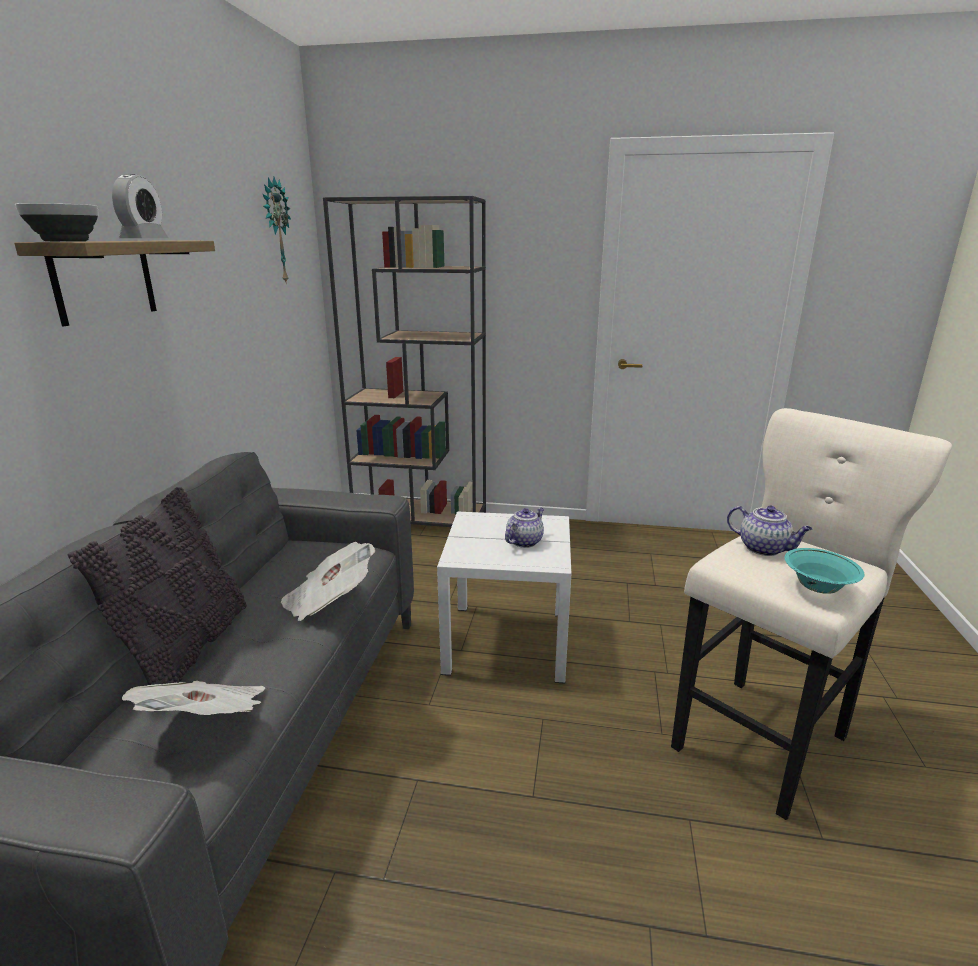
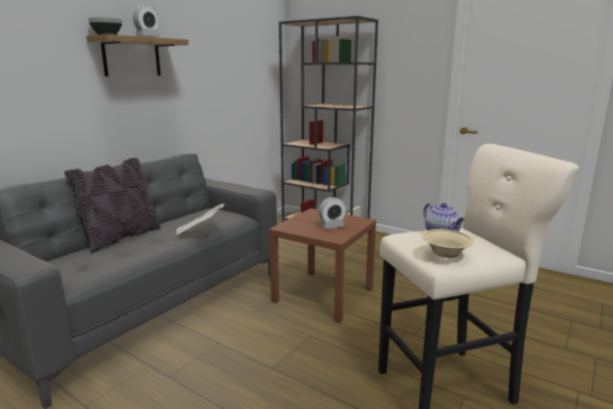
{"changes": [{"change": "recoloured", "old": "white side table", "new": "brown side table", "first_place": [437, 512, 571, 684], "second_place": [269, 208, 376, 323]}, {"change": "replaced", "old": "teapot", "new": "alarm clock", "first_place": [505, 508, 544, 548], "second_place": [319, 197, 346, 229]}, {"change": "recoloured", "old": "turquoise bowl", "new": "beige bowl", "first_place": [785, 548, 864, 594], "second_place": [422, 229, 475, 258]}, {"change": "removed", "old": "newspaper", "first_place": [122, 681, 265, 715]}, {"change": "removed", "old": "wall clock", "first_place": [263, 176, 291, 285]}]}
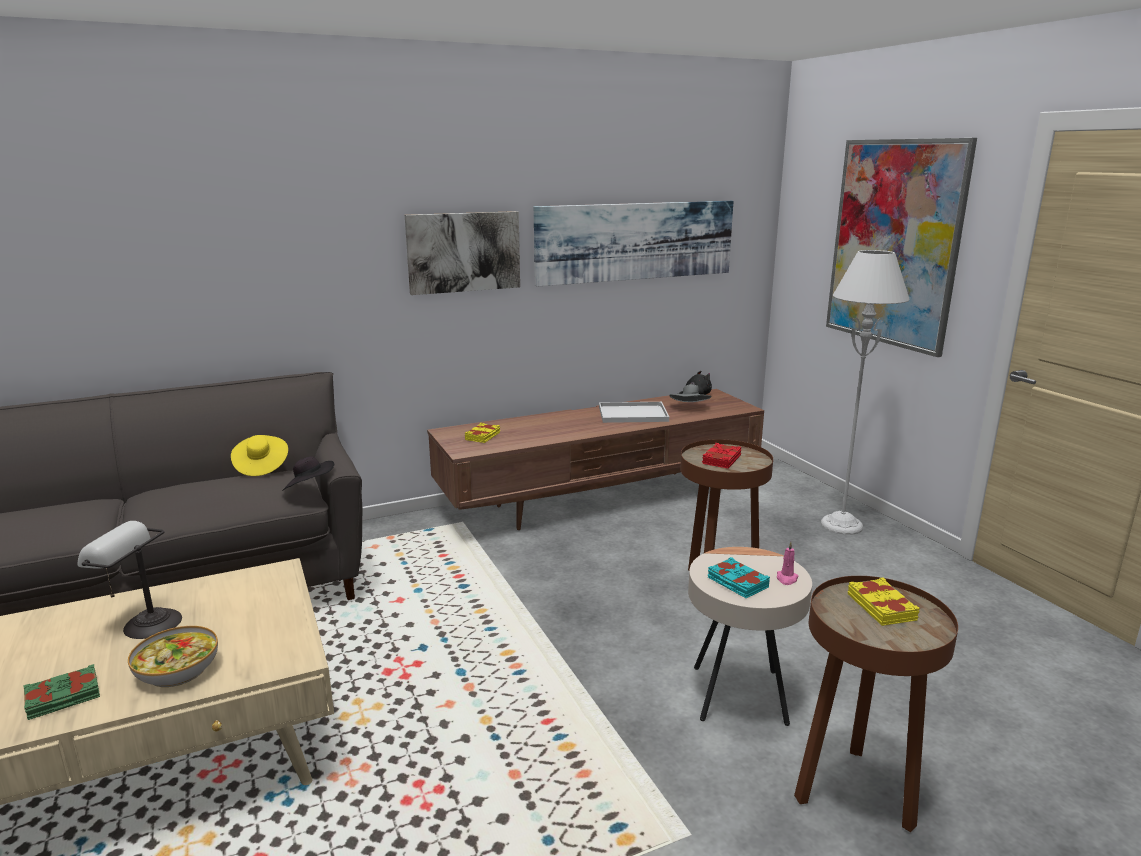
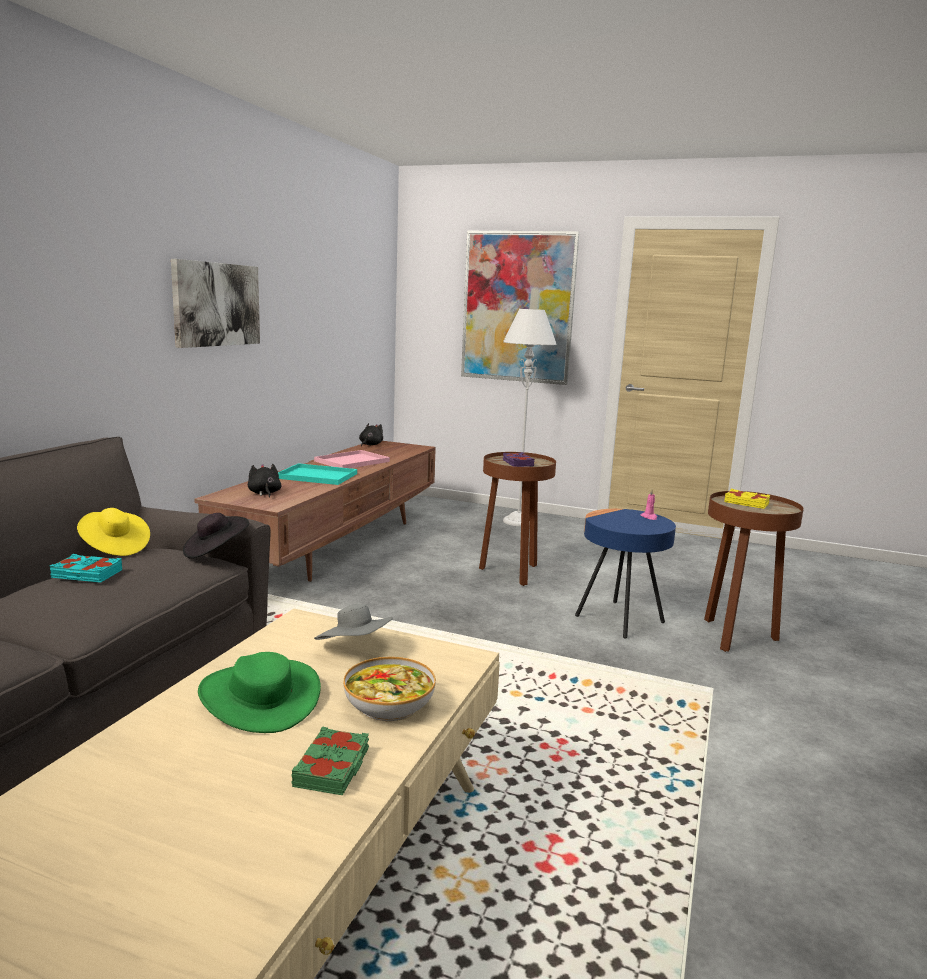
{"changes": [{"change": "moved", "old": "turquoise book", "first_place": [708, 557, 770, 598], "second_place": [50, 554, 122, 583]}, {"change": "replaced", "old": "table lamp", "new": "green hat", "first_place": [77, 521, 182, 639], "second_place": [198, 652, 321, 733]}, {"change": "replaced", "old": "yellow book", "new": "black plush toy", "first_place": [465, 423, 500, 443], "second_place": [248, 464, 282, 498]}, {"change": "added", "new": "turquoise tray", "second_place": [278, 463, 357, 485]}, {"change": "recoloured", "old": "white tray", "new": "pink tray", "first_place": [599, 402, 669, 423], "second_place": [314, 450, 390, 468]}, {"change": "moved", "old": "grey hat", "first_place": [669, 384, 711, 402], "second_place": [314, 604, 393, 640]}, {"change": "recoloured", "old": "red book", "new": "purple book", "first_place": [702, 443, 741, 469], "second_place": [503, 452, 534, 467]}, {"change": "recoloured", "old": "beige side table", "new": "blue side table", "first_place": [688, 547, 812, 726], "second_place": [575, 509, 676, 639]}, {"change": "removed", "old": "picture", "first_place": [534, 201, 733, 287]}]}
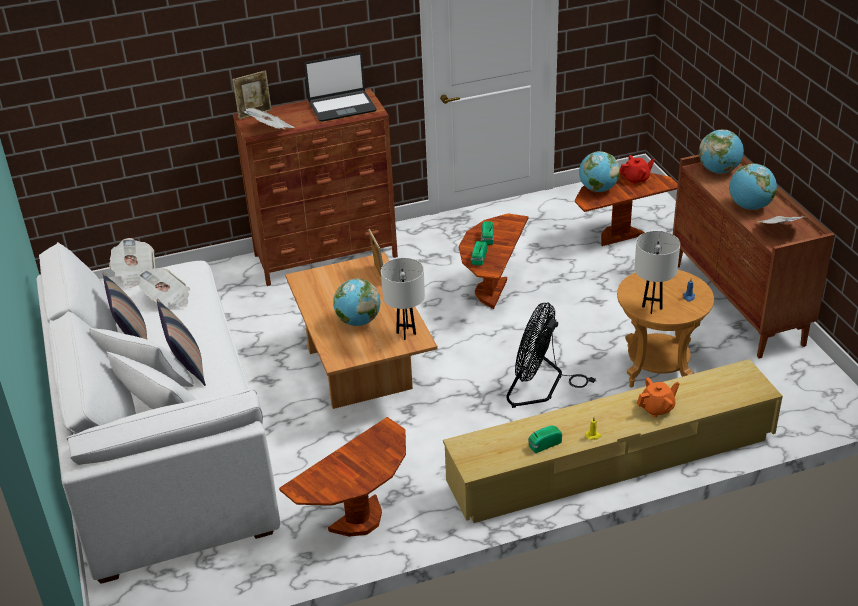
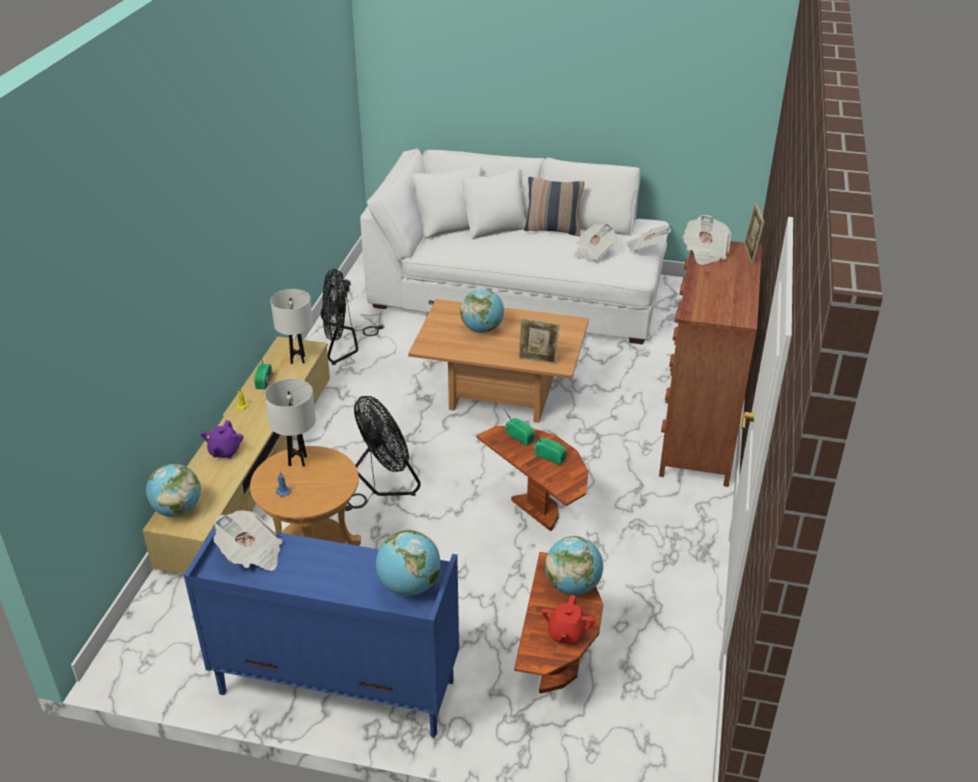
{"changes": [{"change": "moved", "old": "globe", "first_place": [729, 164, 777, 210], "second_place": [146, 464, 201, 517]}, {"change": "recoloured", "old": "brown cabinet", "new": "blue cabinet", "first_place": [673, 155, 835, 358], "second_place": [184, 526, 459, 738]}, {"change": "recoloured", "old": "orange teapot", "new": "purple teapot", "first_place": [637, 377, 680, 417], "second_place": [200, 420, 243, 459]}, {"change": "moved", "old": "white table lamp", "first_place": [381, 258, 425, 340], "second_place": [271, 289, 313, 364]}, {"change": "replaced", "old": "brown side table", "new": "black fan", "first_place": [279, 417, 406, 537], "second_place": [321, 269, 385, 365]}, {"change": "removed", "old": "pillow", "first_place": [157, 298, 206, 386]}, {"change": "removed", "old": "laptop", "first_place": [304, 52, 377, 122]}]}
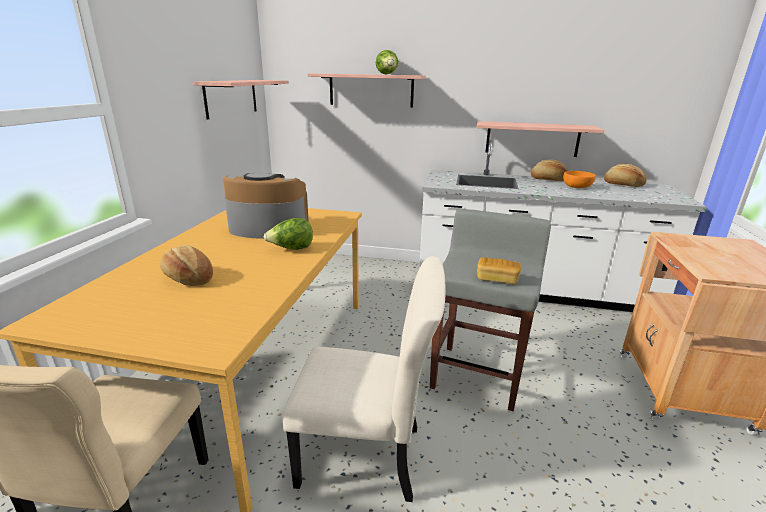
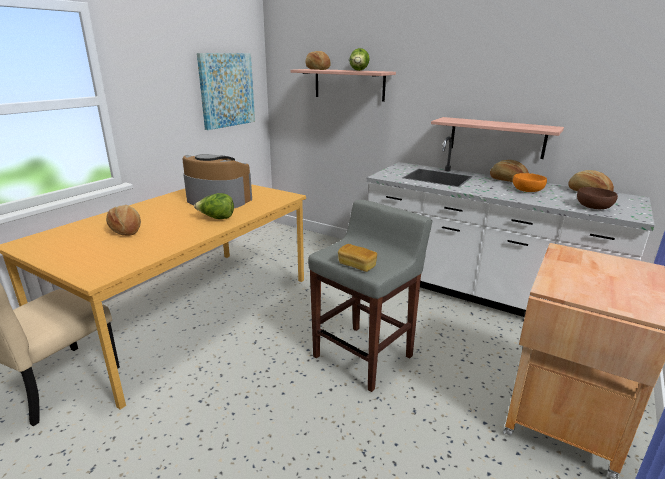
{"changes": [{"change": "replaced", "old": "shelf", "new": "picture", "first_place": [193, 80, 289, 119], "second_place": [197, 53, 255, 130]}, {"change": "added", "new": "bread", "second_place": [305, 51, 331, 70]}, {"change": "added", "new": "brown bowl", "second_place": [577, 187, 618, 209]}, {"change": "removed", "old": "beige chair", "first_place": [283, 256, 446, 502]}]}
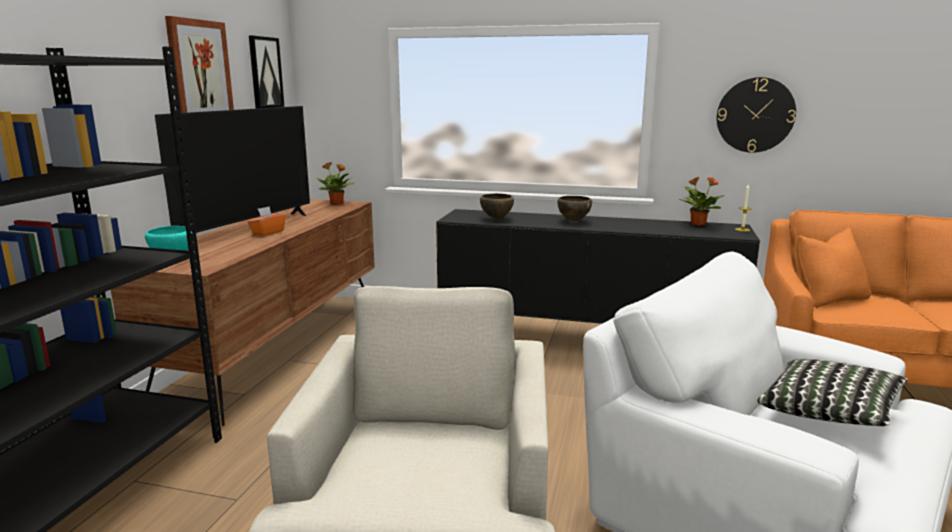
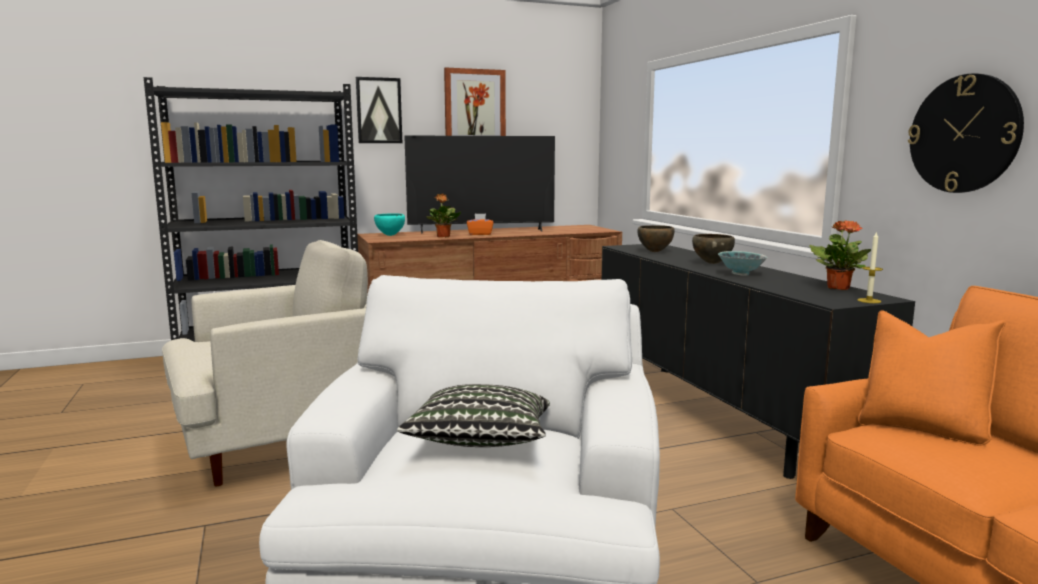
{"changes": [{"change": "moved", "old": "picture", "first_place": [249, 36, 284, 109], "second_place": [356, 77, 402, 143]}, {"change": "moved", "old": "potted plant", "first_place": [316, 162, 354, 205], "second_place": [426, 194, 461, 237]}, {"change": "added", "new": "bowl", "second_place": [718, 251, 767, 276]}]}
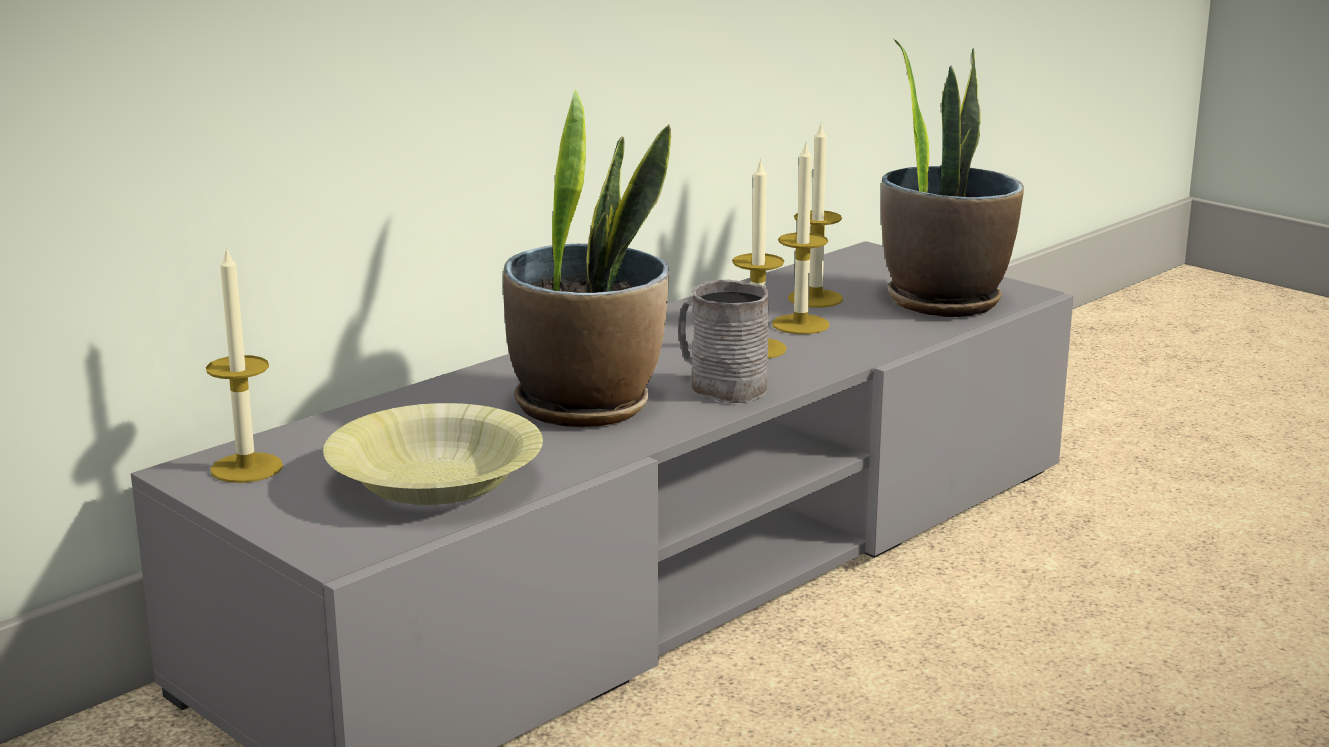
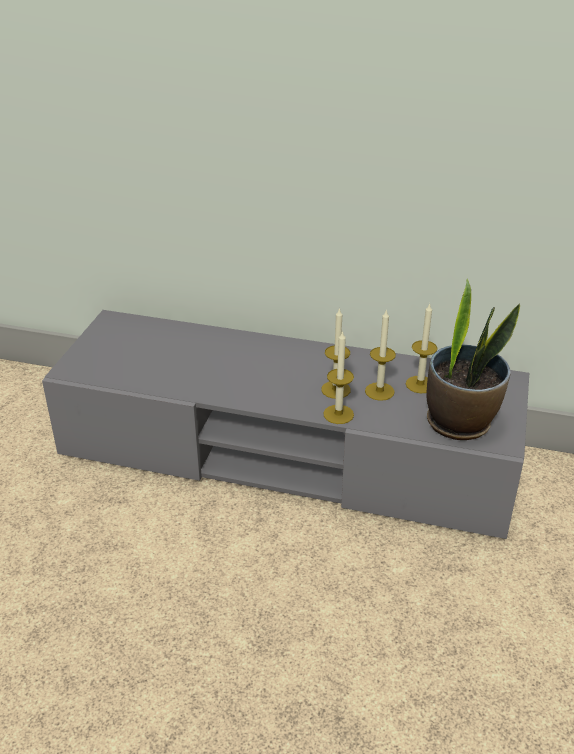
{"changes": [{"change": "moved", "old": "candle", "first_place": [206, 246, 283, 483], "second_place": [323, 330, 354, 424]}, {"change": "removed", "old": "yellow bowl", "first_place": [323, 403, 543, 505]}, {"change": "removed", "old": "potted plant", "first_place": [503, 89, 671, 427]}, {"change": "removed", "old": "grey mug", "first_place": [678, 280, 769, 403]}]}
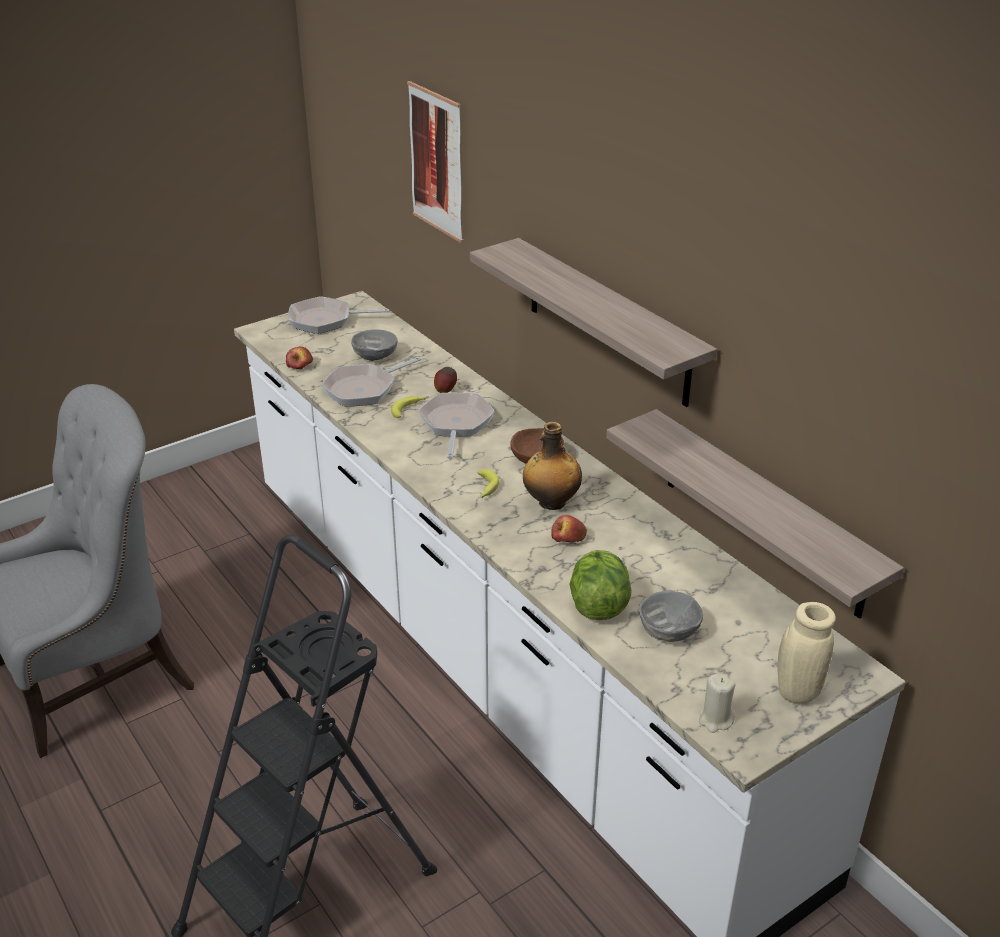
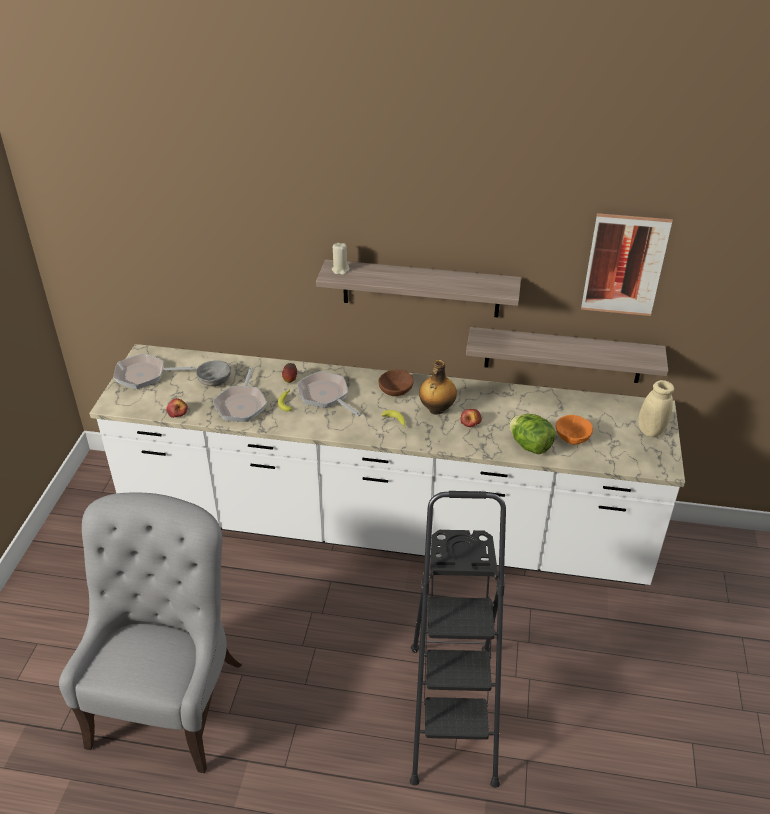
{"changes": [{"change": "turned", "old": "frying pan", "first_place": [288, 296, 389, 334], "second_place": [114, 354, 195, 389], "degrees": 45}, {"change": "moved", "old": "beige candle", "first_place": [699, 674, 736, 733], "second_place": [332, 243, 350, 275]}, {"change": "recoloured", "old": "grey bowl", "new": "orange bowl", "first_place": [639, 591, 703, 642], "second_place": [556, 415, 593, 445]}, {"change": "moved", "old": "picture", "first_place": [407, 81, 463, 243], "second_place": [581, 213, 673, 316]}]}
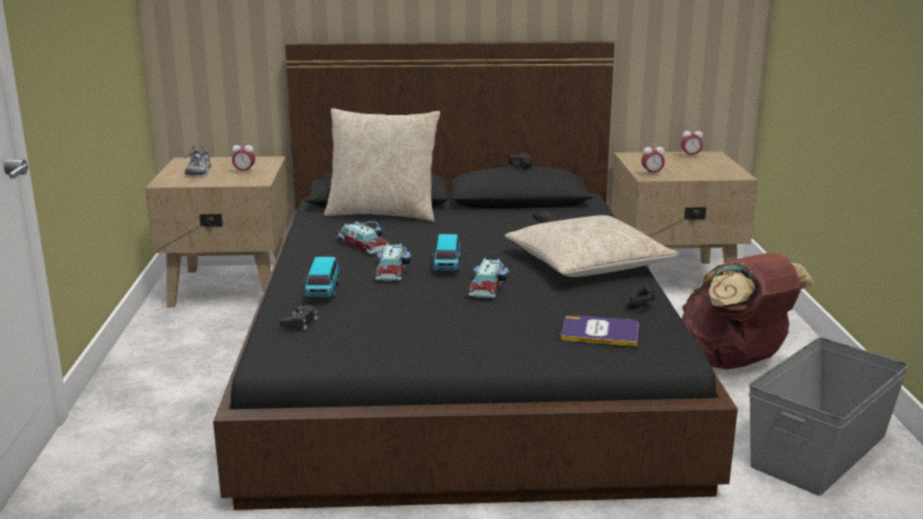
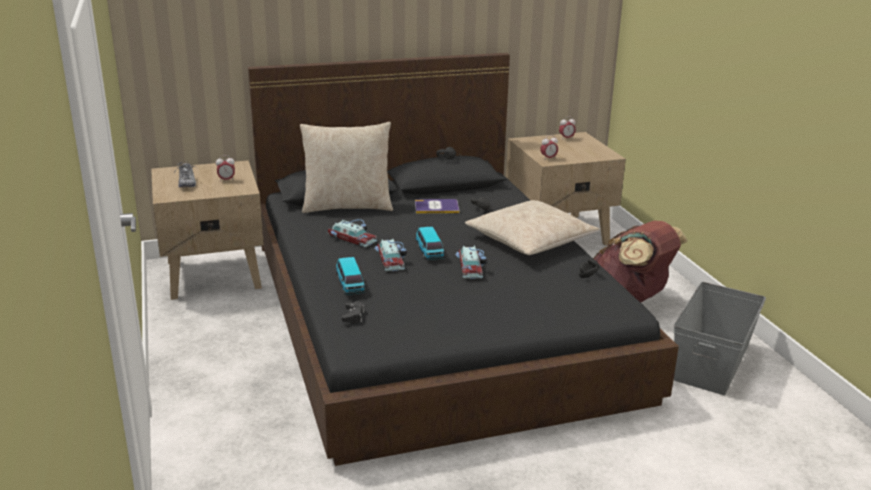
{"changes": [{"change": "moved", "old": "book", "first_place": [561, 315, 639, 346], "second_place": [415, 199, 459, 214]}]}
